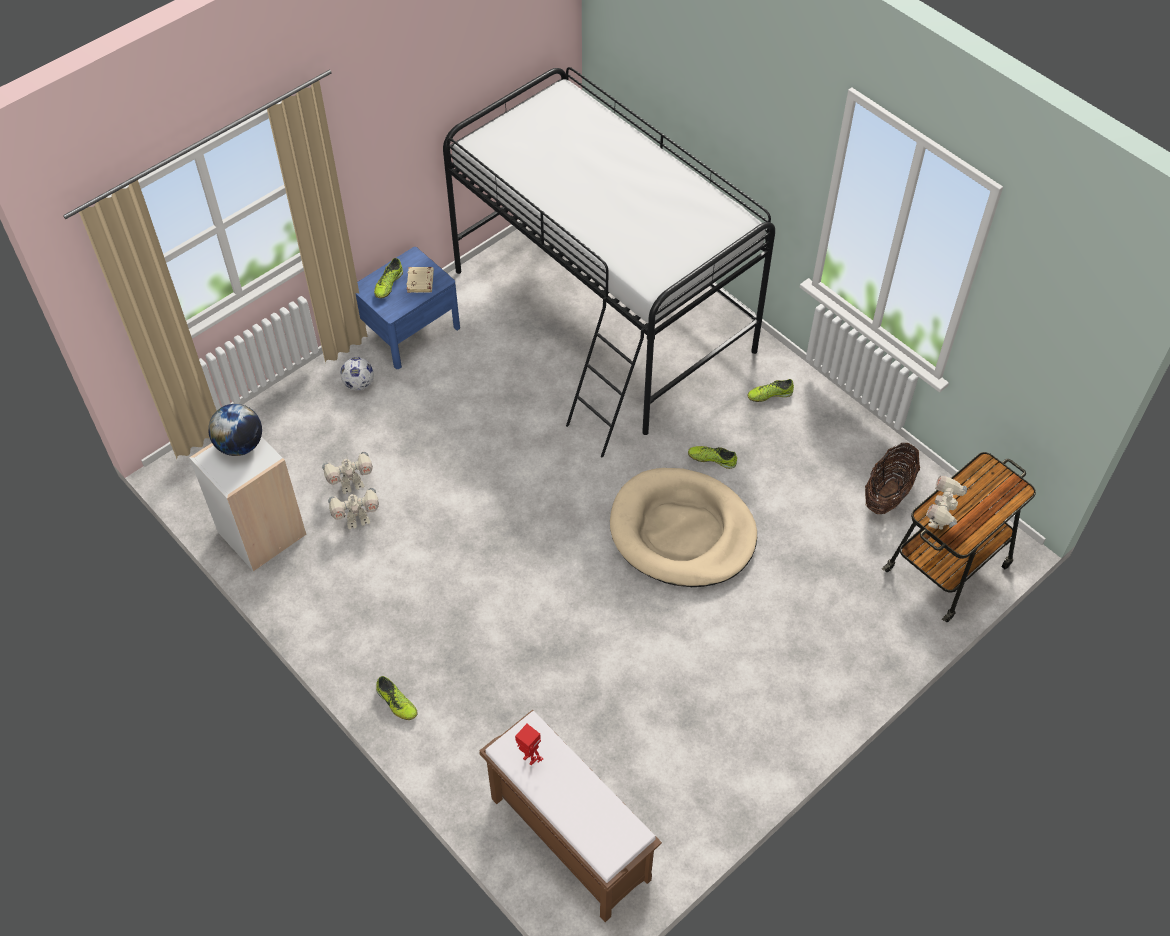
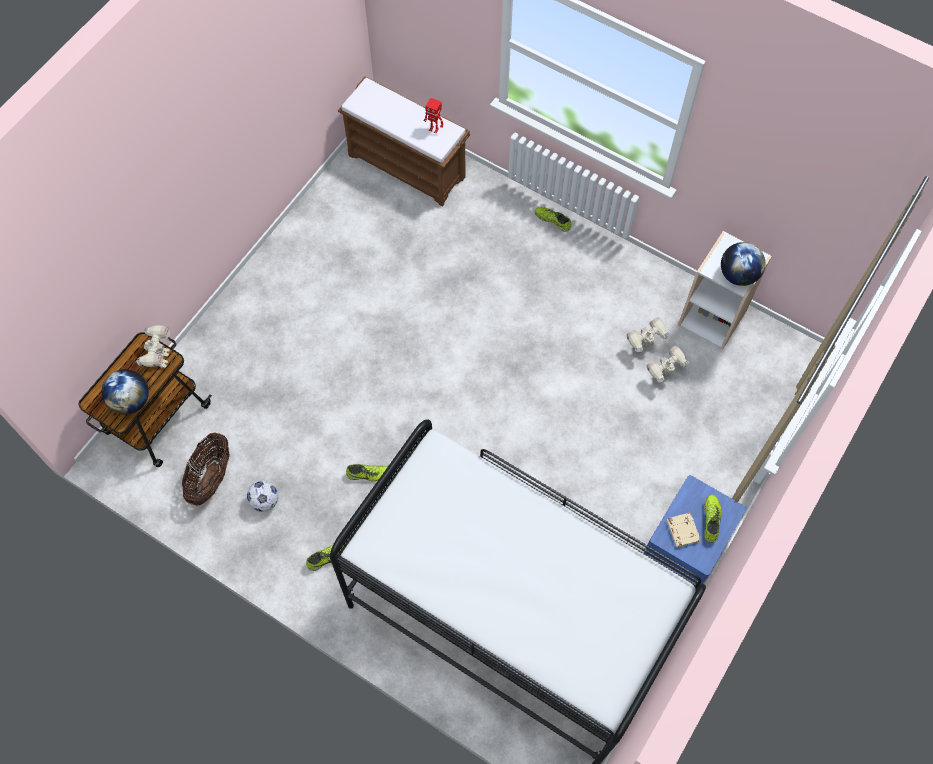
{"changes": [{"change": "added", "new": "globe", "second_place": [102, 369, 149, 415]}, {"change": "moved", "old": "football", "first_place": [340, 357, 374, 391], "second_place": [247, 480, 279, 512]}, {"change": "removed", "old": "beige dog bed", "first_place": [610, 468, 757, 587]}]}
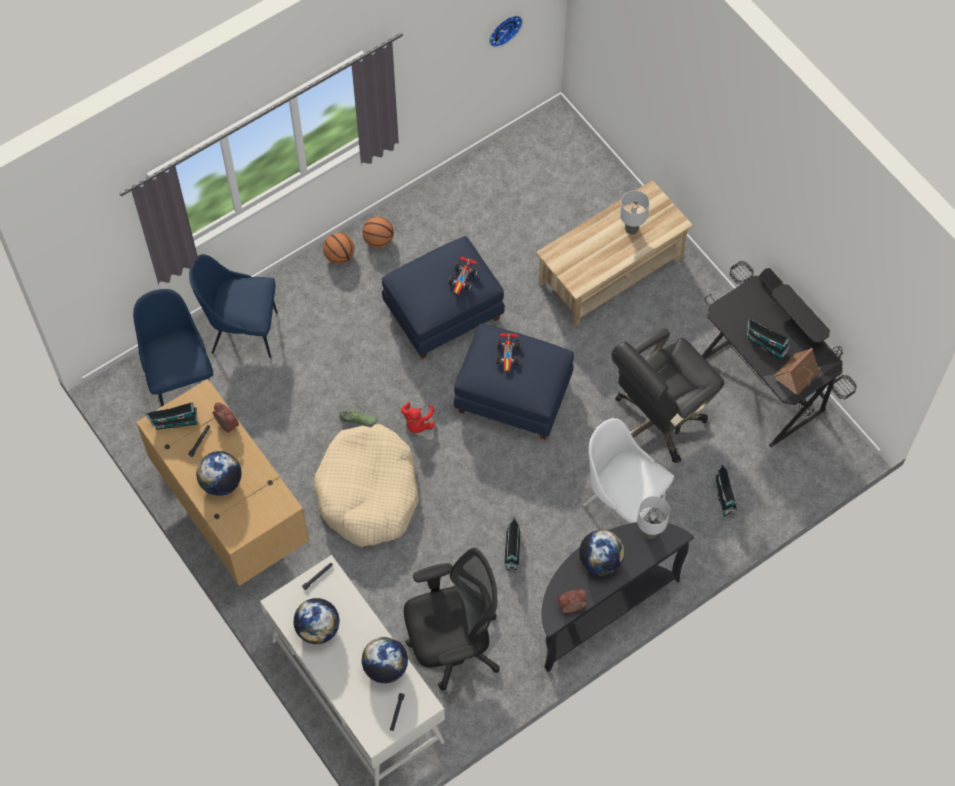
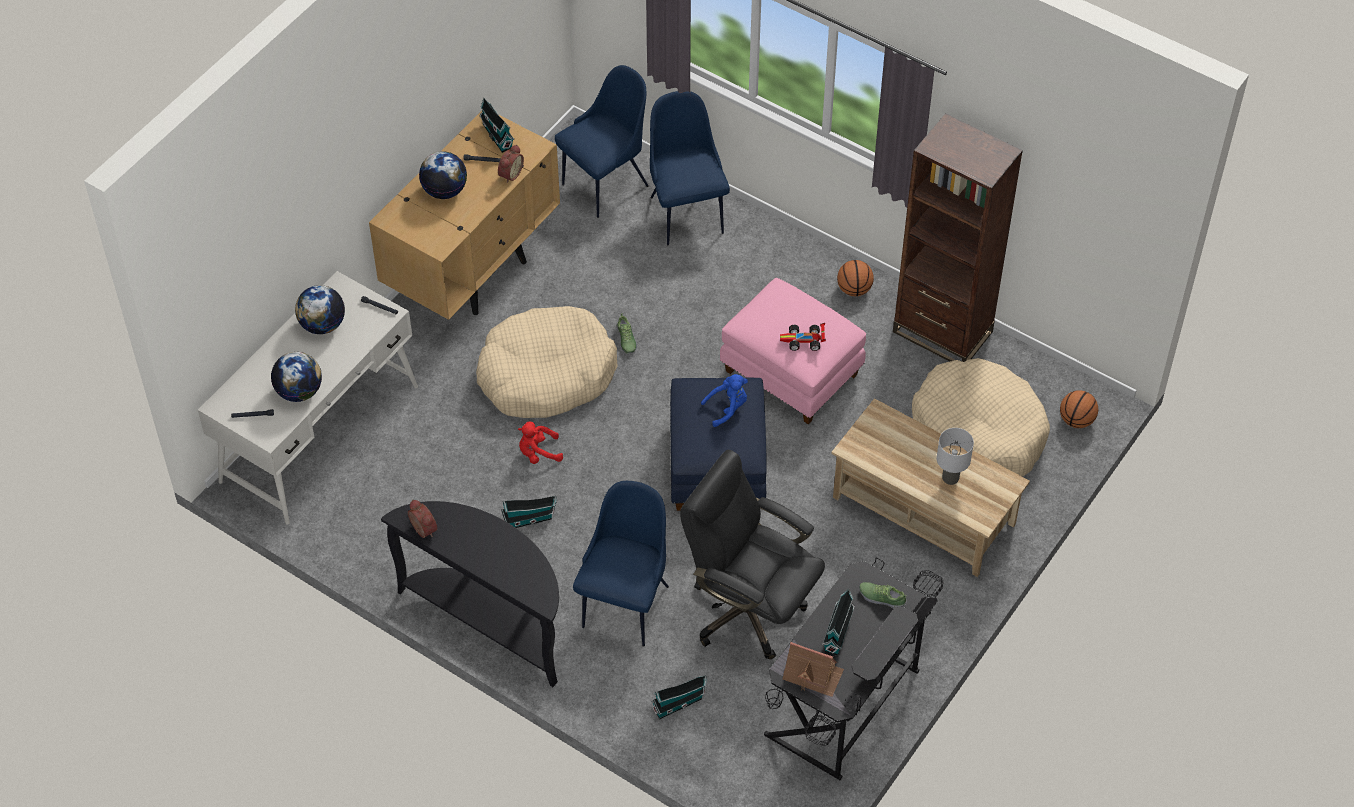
{"changes": [{"change": "moved", "old": "red plush toy", "first_place": [401, 402, 435, 433], "second_place": [518, 421, 563, 464]}, {"change": "recoloured", "old": "white chair", "new": "blue chair", "first_place": [583, 418, 674, 523], "second_place": [573, 481, 669, 647]}, {"change": "replaced", "old": "toy car", "new": "blue plush toy", "first_place": [496, 333, 520, 372], "second_place": [701, 374, 748, 427]}, {"change": "recoloured", "old": "blue ottoman", "new": "pink ottoman", "first_place": [382, 236, 505, 359], "second_place": [720, 278, 866, 425]}, {"change": "added", "new": "shoe", "second_place": [859, 582, 907, 609]}, {"change": "added", "new": "brown bookcase", "second_place": [893, 113, 1023, 362]}, {"change": "added", "new": "beige dog bed", "second_place": [912, 358, 1050, 477]}, {"change": "moved", "old": "basketball", "first_place": [323, 233, 354, 264], "second_place": [1060, 390, 1098, 428]}, {"change": "removed", "old": "black office chair", "first_place": [404, 548, 500, 691]}, {"change": "removed", "old": "wall clock", "first_place": [489, 15, 523, 47]}, {"change": "removed", "old": "globe", "first_place": [579, 530, 625, 575]}, {"change": "removed", "old": "white table lamp", "first_place": [637, 496, 670, 539]}]}
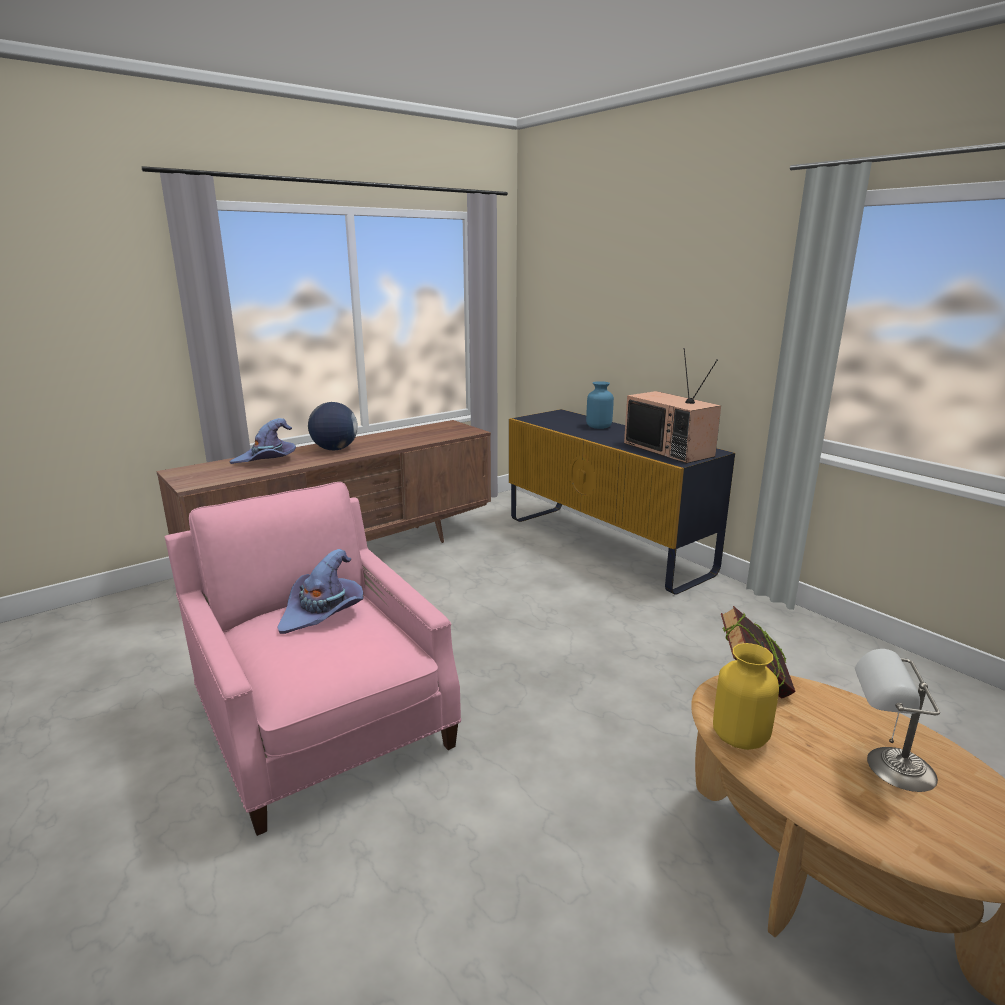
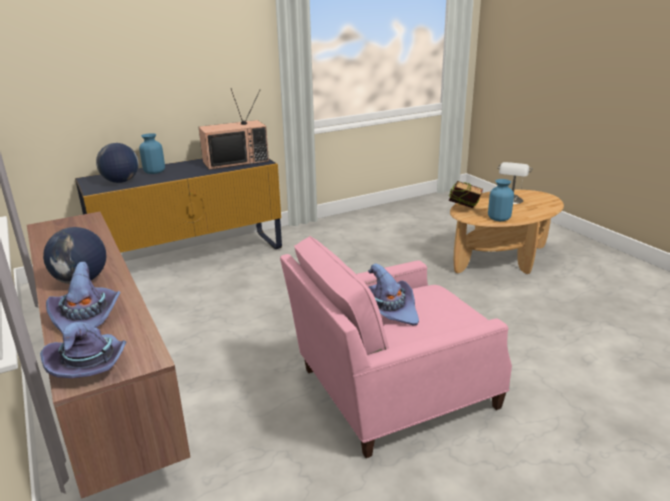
{"changes": [{"change": "added", "new": "purple hat", "second_place": [40, 322, 126, 378]}, {"change": "added", "new": "globe", "second_place": [96, 143, 139, 183]}, {"change": "recoloured", "old": "yellow vase", "new": "blue vase", "first_place": [713, 643, 779, 750], "second_place": [488, 179, 514, 221]}]}
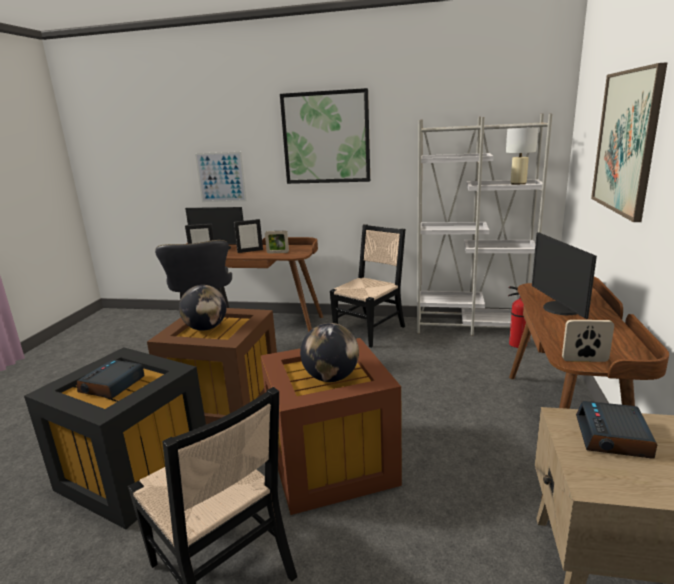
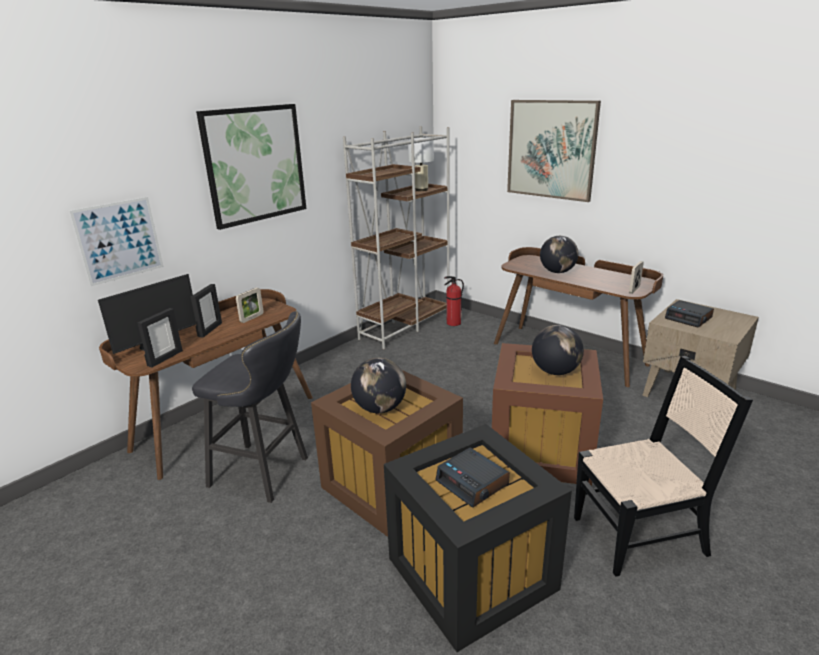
{"changes": [{"change": "recoloured", "old": "white bookcase", "new": "brown bookcase", "first_place": [417, 114, 552, 336], "second_place": [343, 126, 450, 349]}, {"change": "replaced", "old": "monitor", "new": "globe", "first_place": [532, 232, 597, 319], "second_place": [540, 236, 578, 273]}, {"change": "removed", "old": "chair", "first_place": [330, 224, 405, 348]}]}
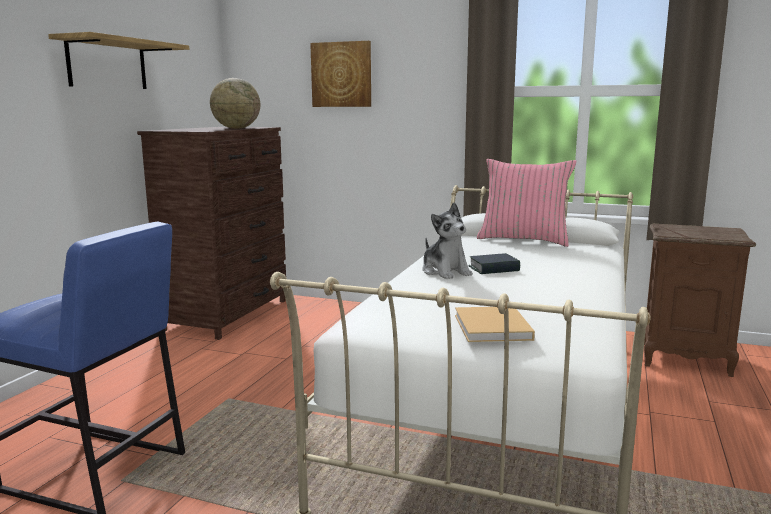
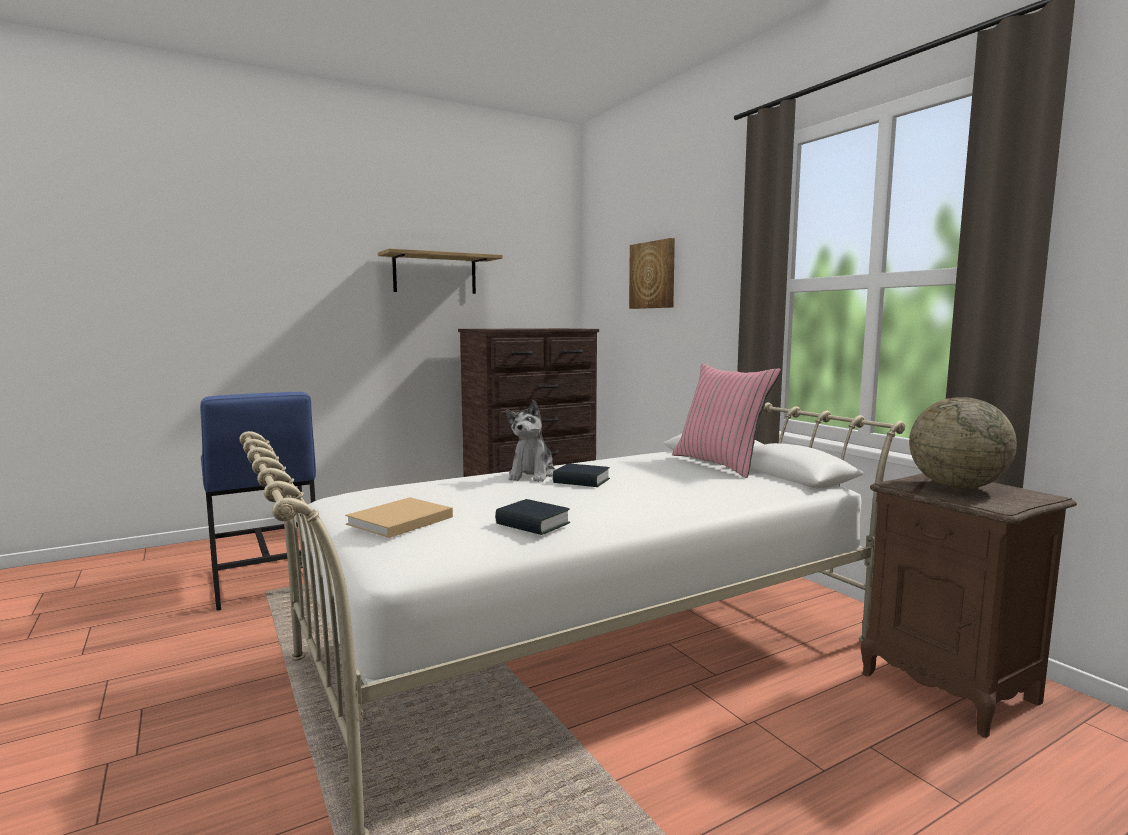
{"changes": [{"change": "added", "new": "book", "second_place": [495, 499, 570, 535]}, {"change": "moved", "old": "globe", "first_place": [210, 78, 260, 129], "second_place": [909, 397, 1017, 489]}]}
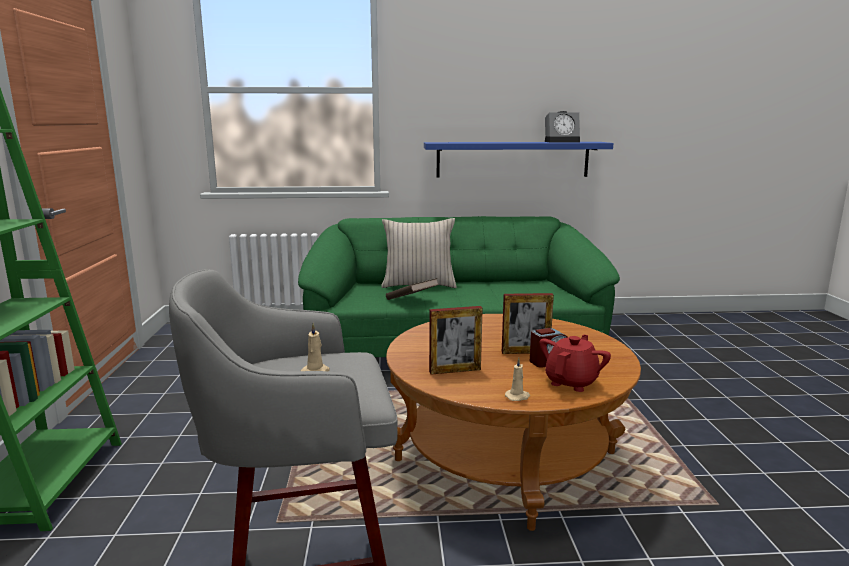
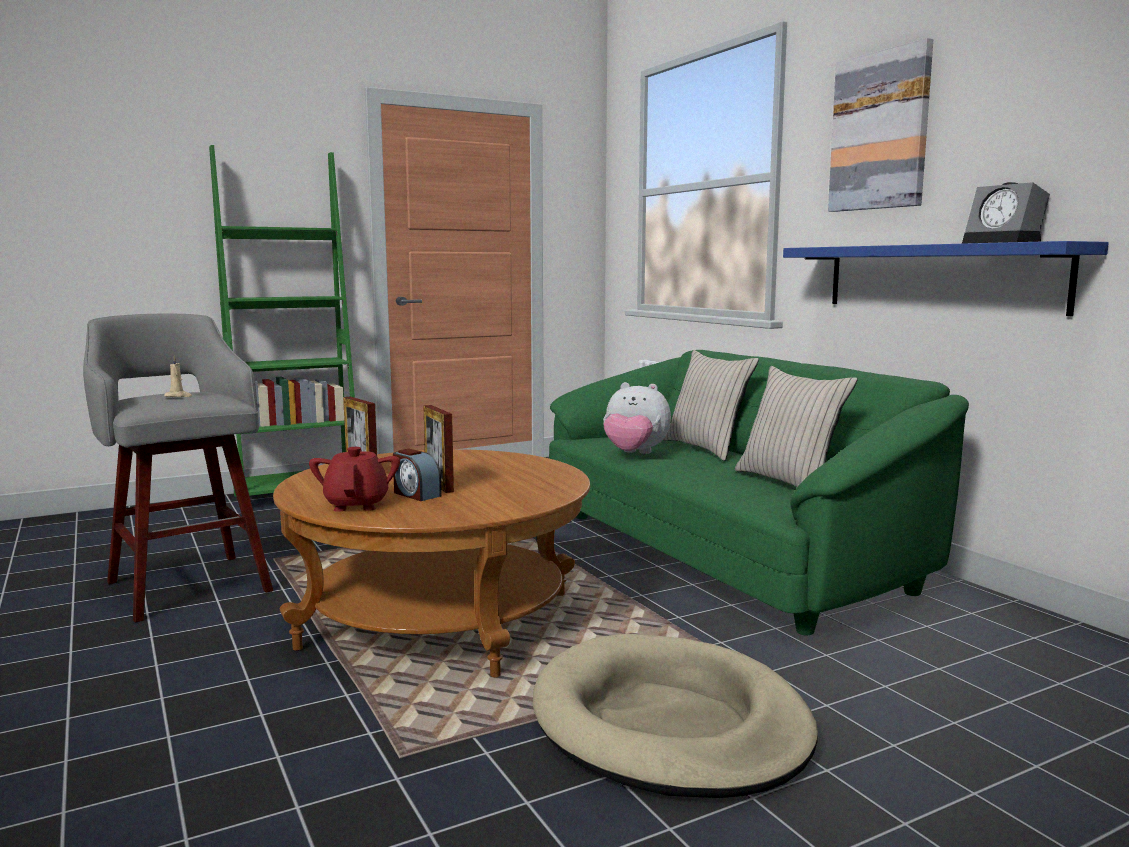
{"changes": [{"change": "turned", "old": "red teapot", "first_place": [540, 334, 611, 392], "second_place": [309, 447, 400, 512], "degrees": -105}, {"change": "added", "new": "beige dog bed", "second_place": [533, 634, 818, 798]}, {"change": "replaced", "old": "brown book", "new": "plush toy", "first_place": [386, 278, 439, 300], "second_place": [603, 382, 671, 454]}, {"change": "added", "new": "beige pillow", "second_place": [735, 366, 858, 487]}, {"change": "added", "new": "picture", "second_place": [828, 38, 933, 212]}, {"change": "removed", "old": "beige candle", "first_place": [505, 358, 530, 401]}]}
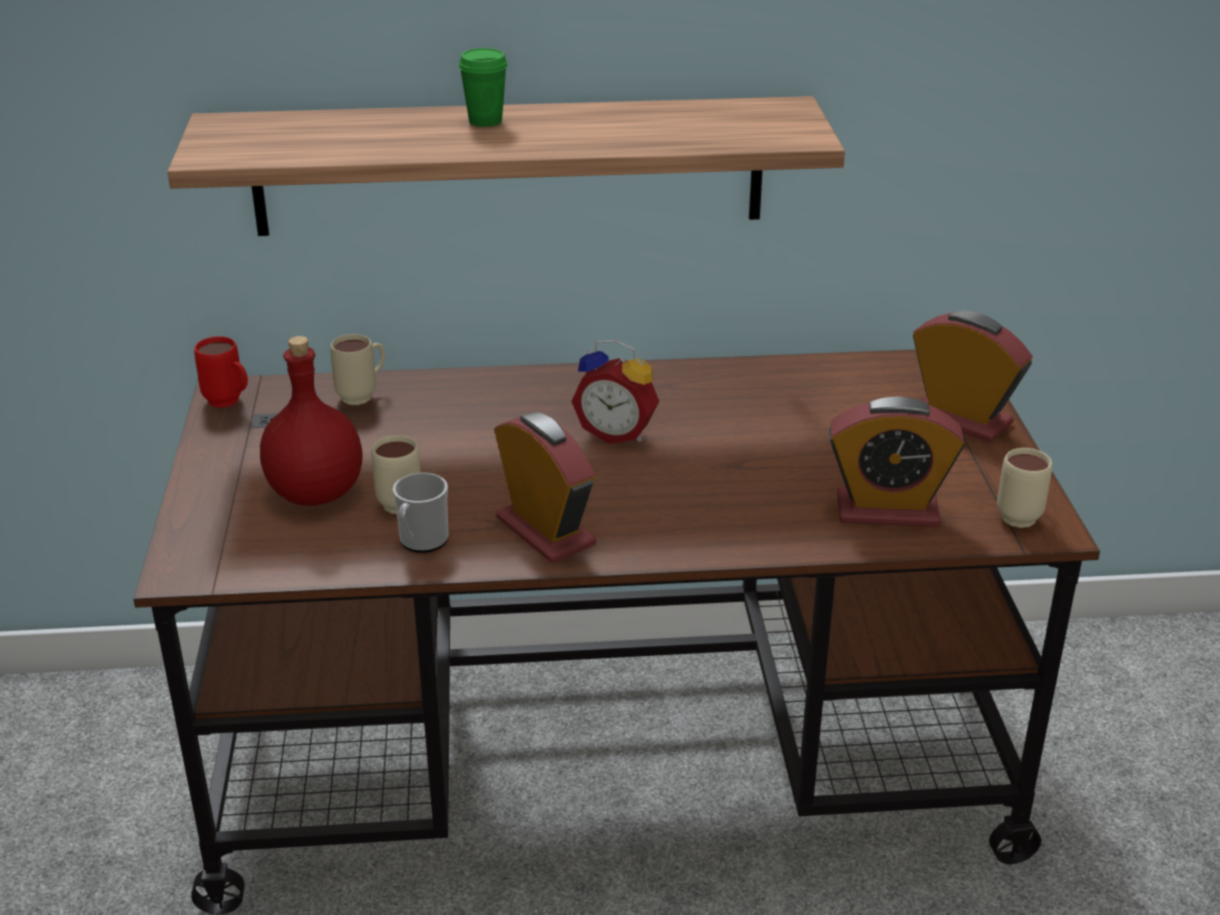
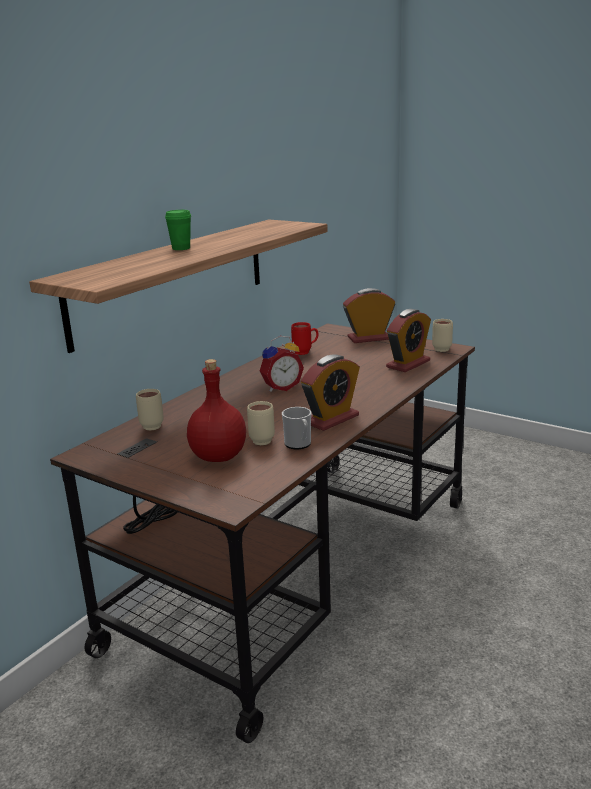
{"changes": [{"change": "moved", "old": "red mug", "first_place": [194, 336, 248, 408], "second_place": [291, 322, 319, 355]}, {"change": "turned", "old": "alarm clock", "first_place": [494, 412, 596, 563], "second_place": [301, 354, 360, 431], "degrees": 135}]}
